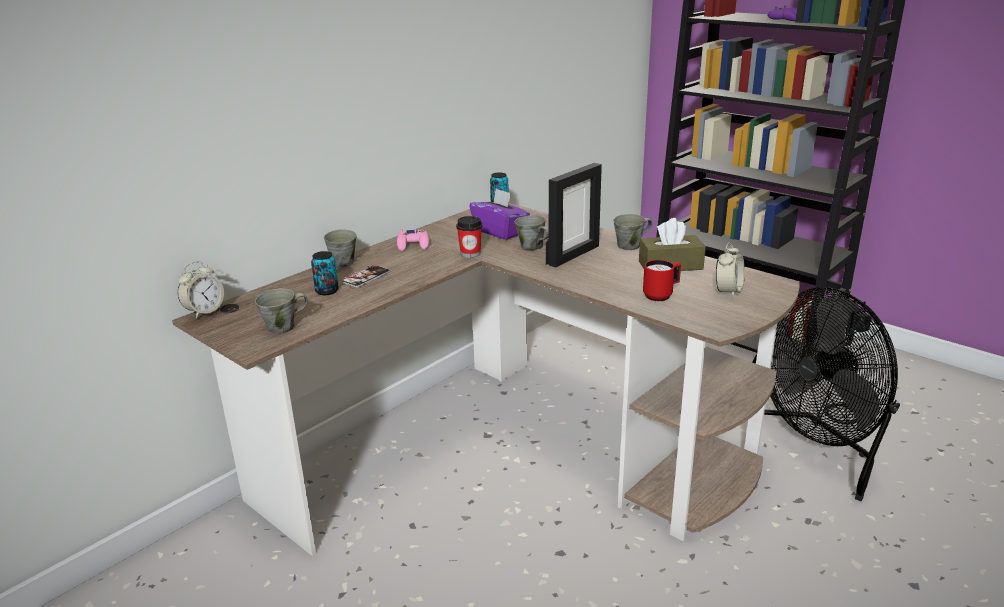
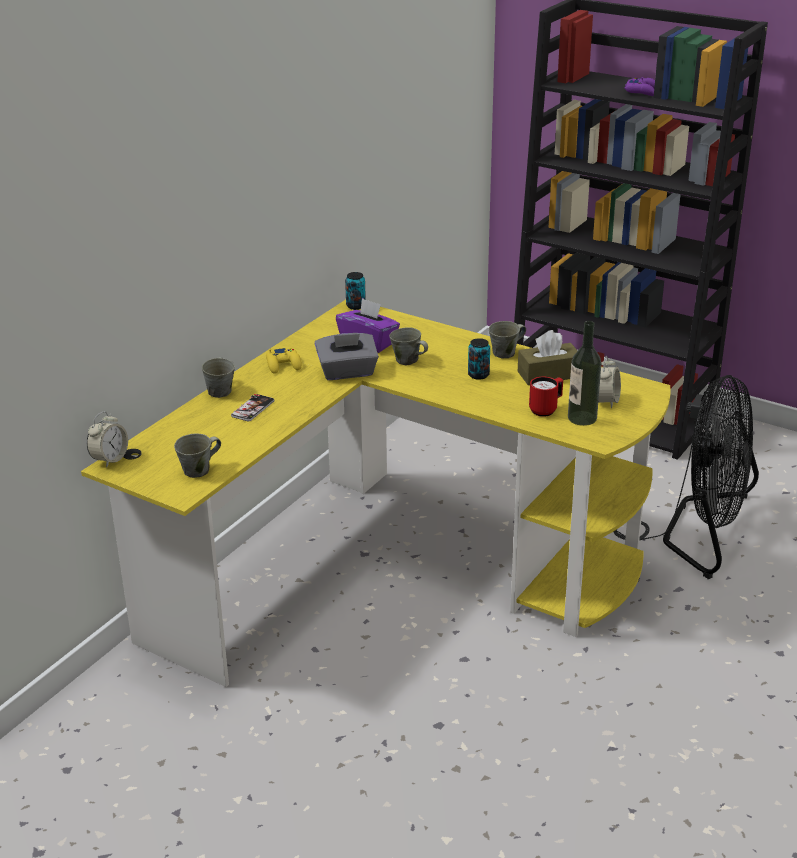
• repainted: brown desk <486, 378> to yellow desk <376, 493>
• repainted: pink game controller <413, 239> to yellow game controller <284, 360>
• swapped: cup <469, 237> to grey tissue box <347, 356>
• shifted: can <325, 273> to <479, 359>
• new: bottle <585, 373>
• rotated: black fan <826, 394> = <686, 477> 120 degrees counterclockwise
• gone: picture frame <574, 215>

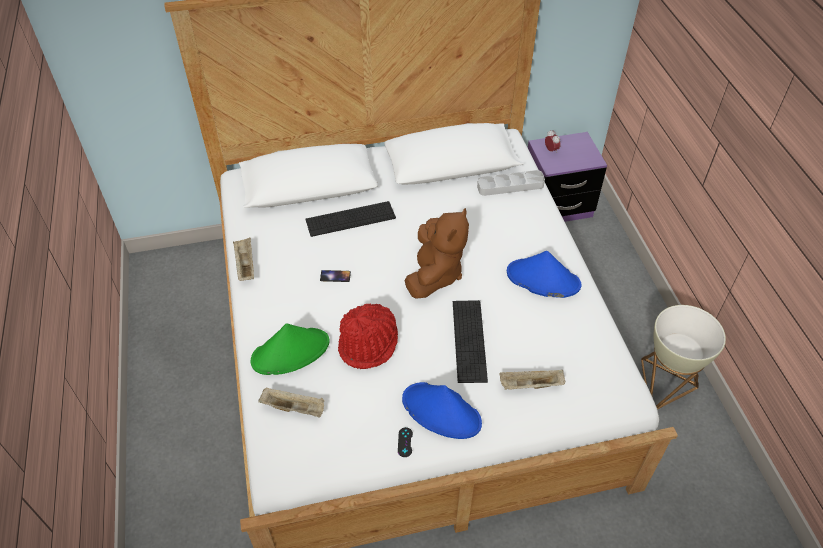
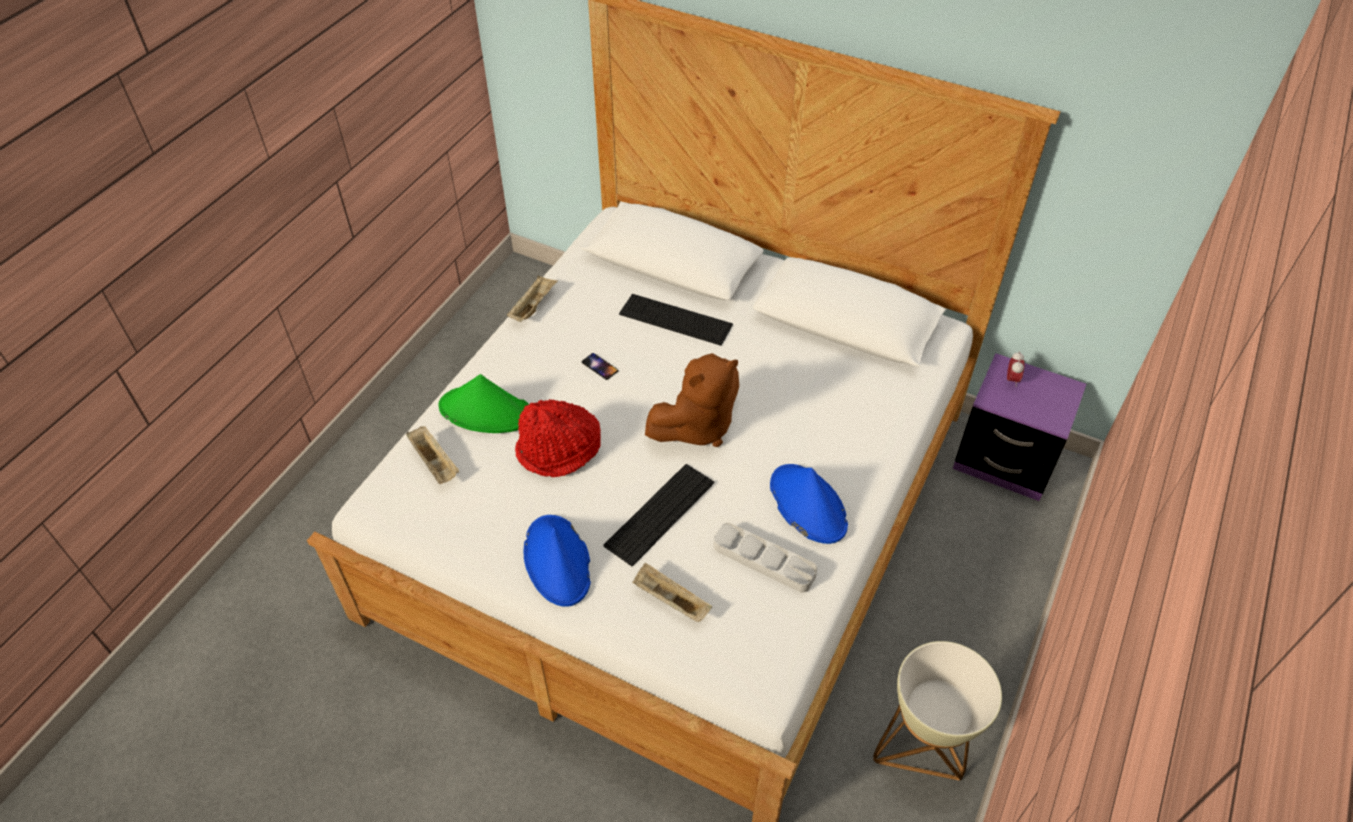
• shifted: grey tray <511, 183> to <765, 558>
• gone: black game controller <405, 442>

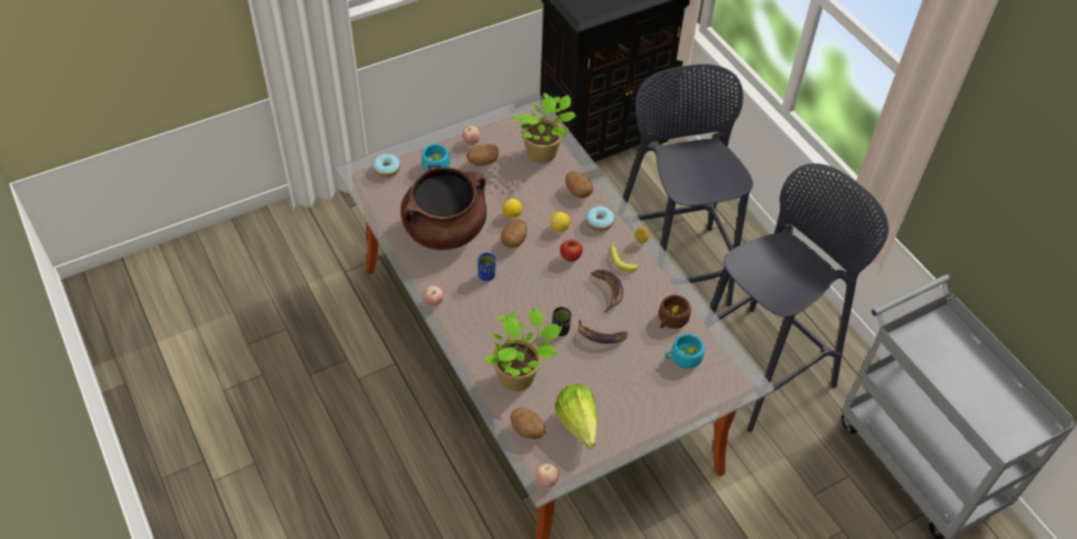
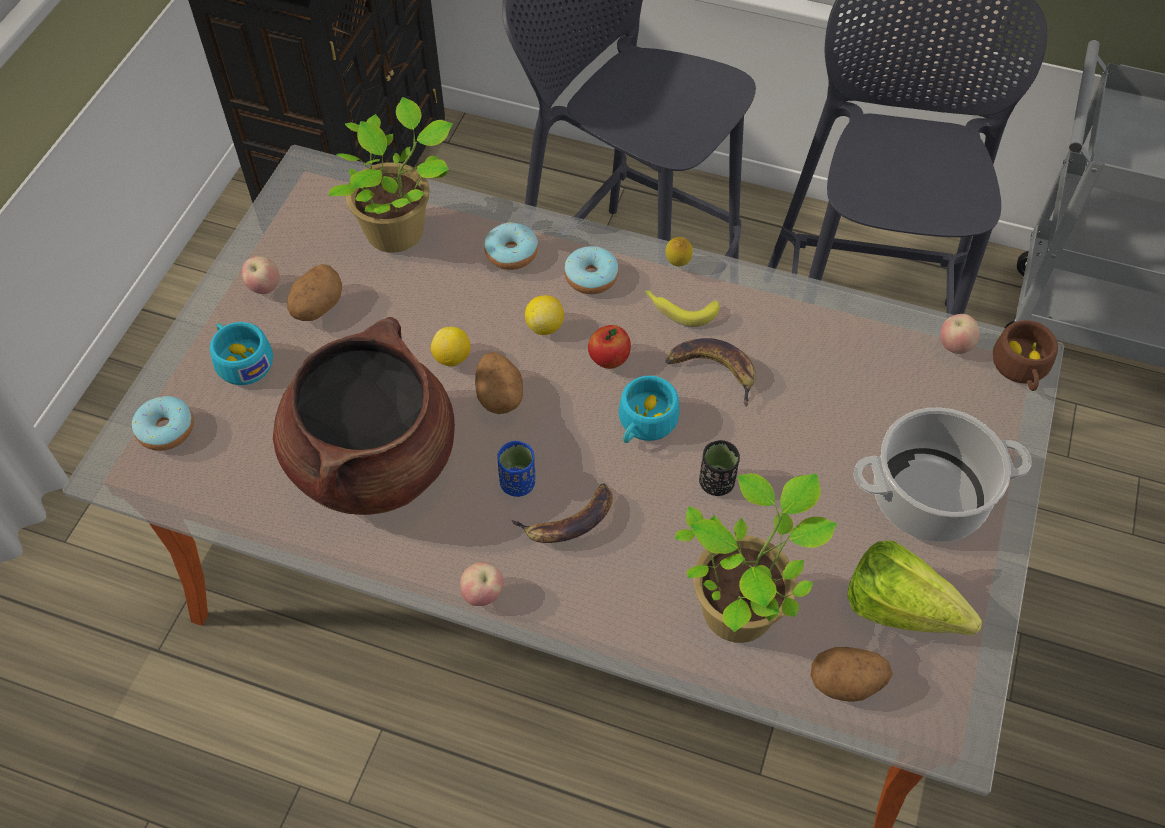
• swapped: potato <579, 185> to donut <511, 246>
• shifted: banana <603, 332> to <562, 513>
• shifted: turquoise cup <684, 351> to <649, 409>
• new: cooking pot <943, 475>
• shifted: apple <547, 475> to <960, 334>
• shifted: brown cup <675, 312> to <1025, 355>

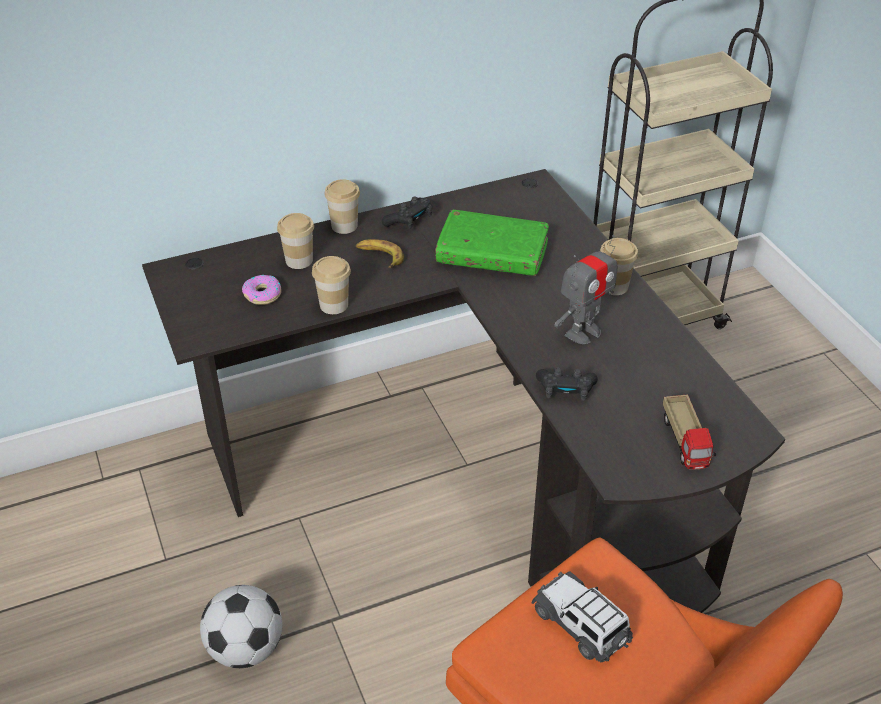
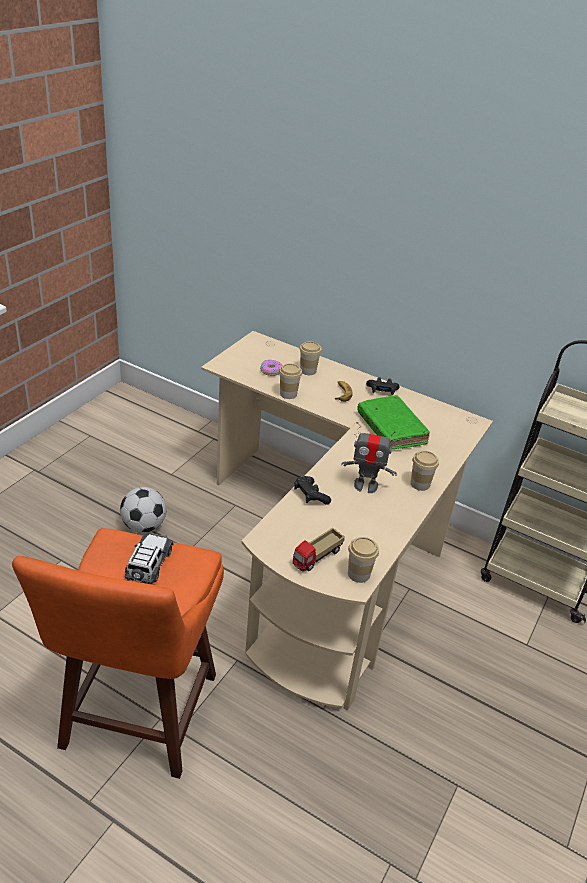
• repainted: black desk <463, 391> to beige desk <347, 521>
• shifted: cup <342, 206> to <363, 560>

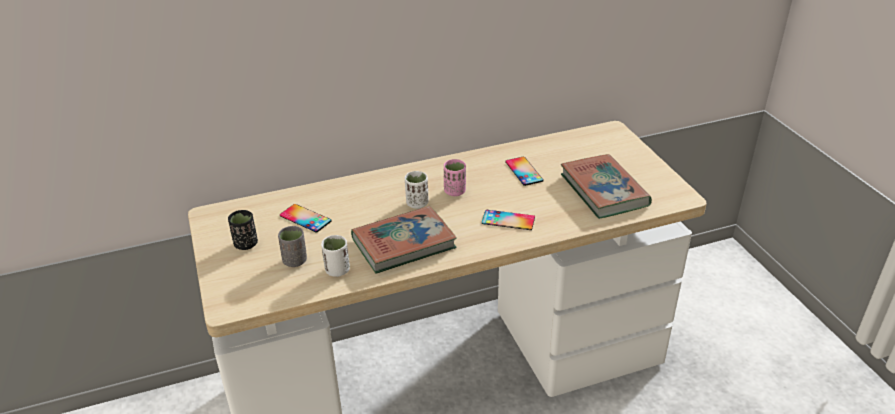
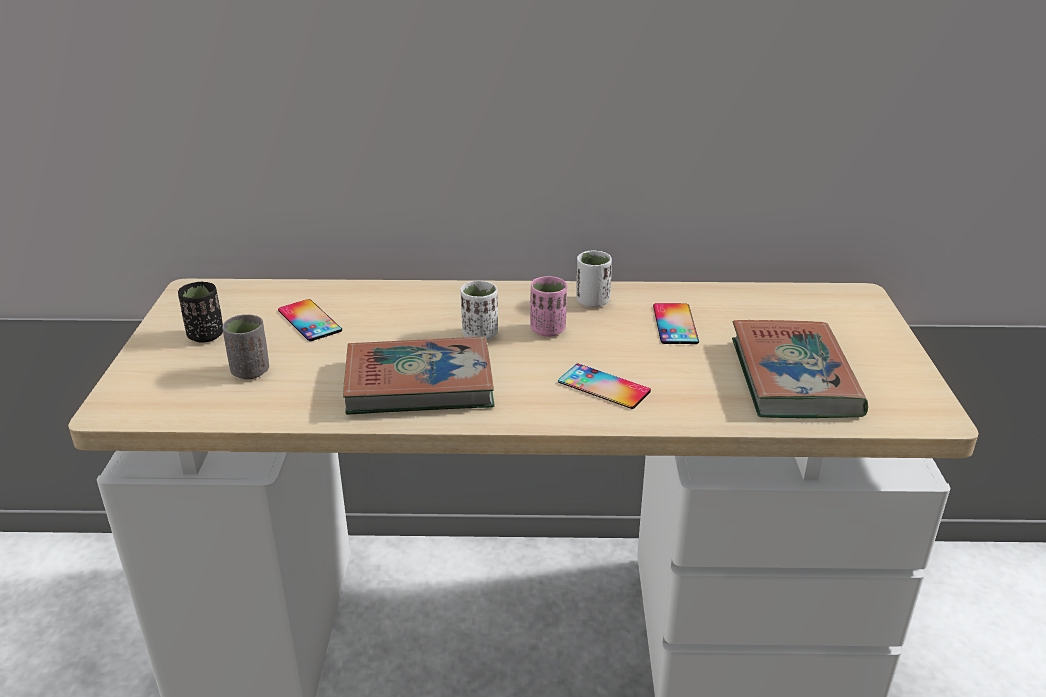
• shifted: white cup <335, 256> to <594, 279>

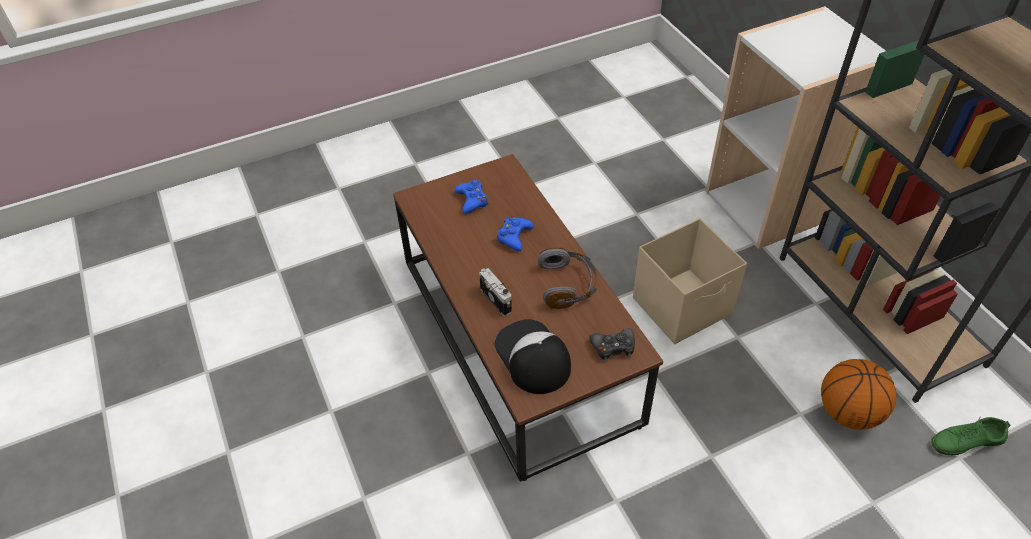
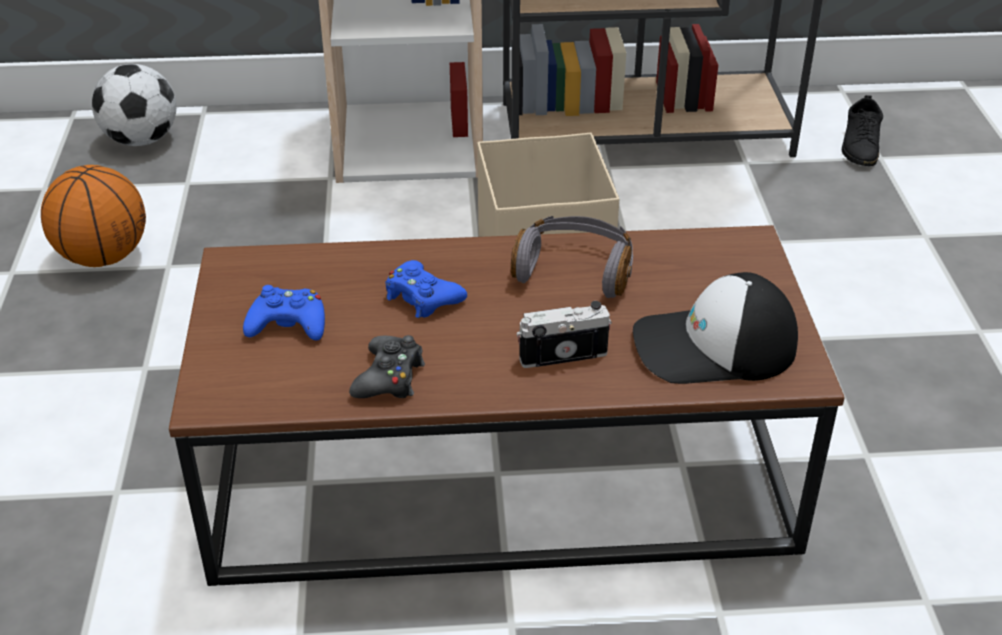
• shifted: basketball <859, 394> to <93, 216>
• new: football <134, 105>
• shifted: black game controller <612, 345> to <387, 366>
• repainted: green shoe <971, 436> to black shoe <862, 130>

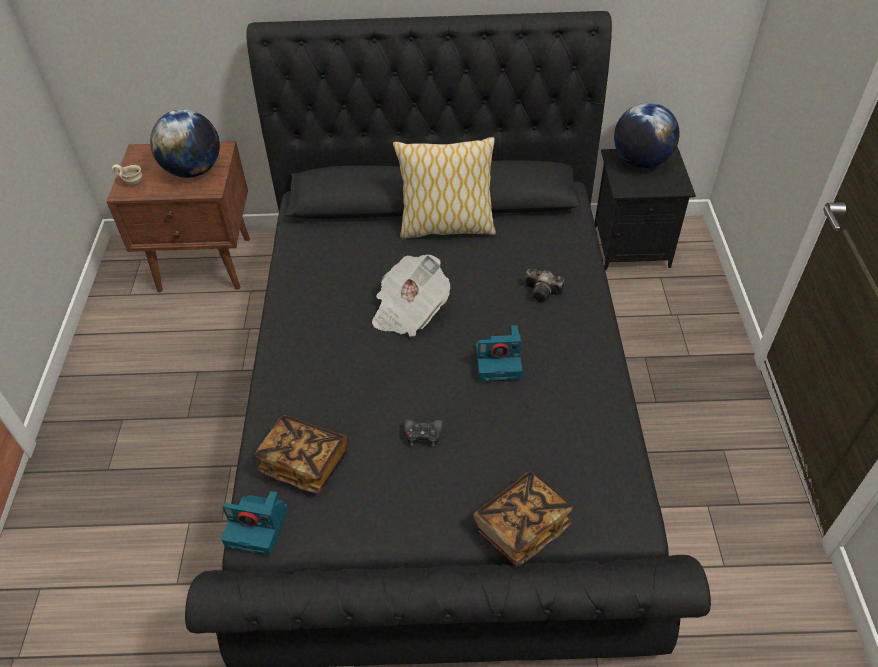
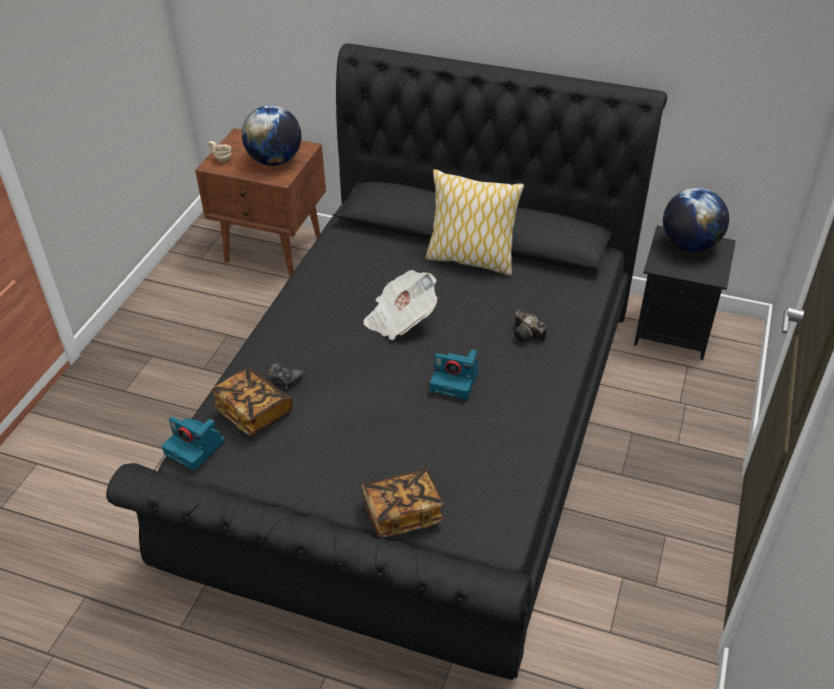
• shifted: black game controller <423, 433> to <286, 376>

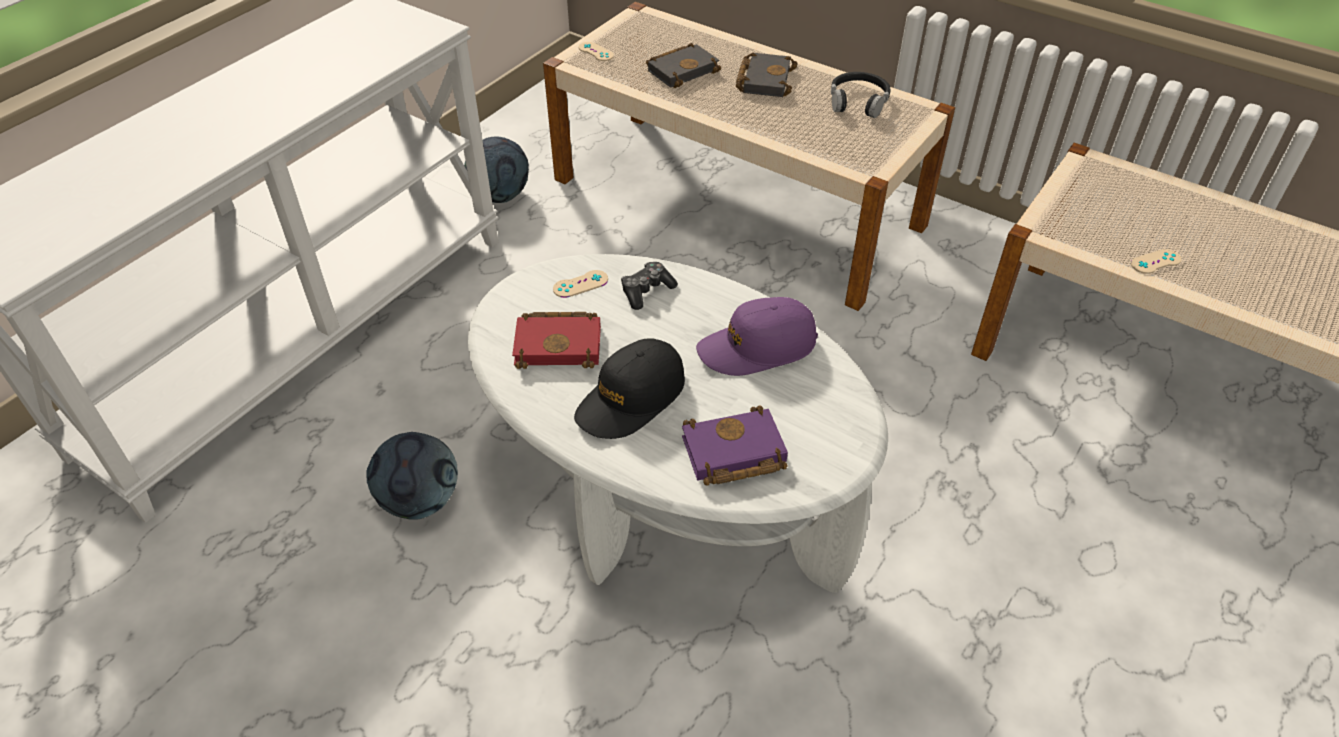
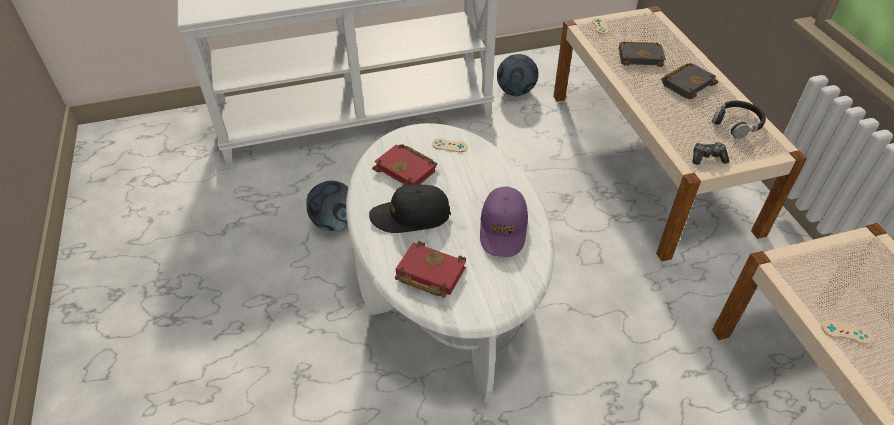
• repainted: purple book <735, 445> to red book <430, 269>
• rotated: purple cap <757, 336> = <504, 221> 105 degrees counterclockwise
• shifted: game controller <649, 286> to <711, 153>

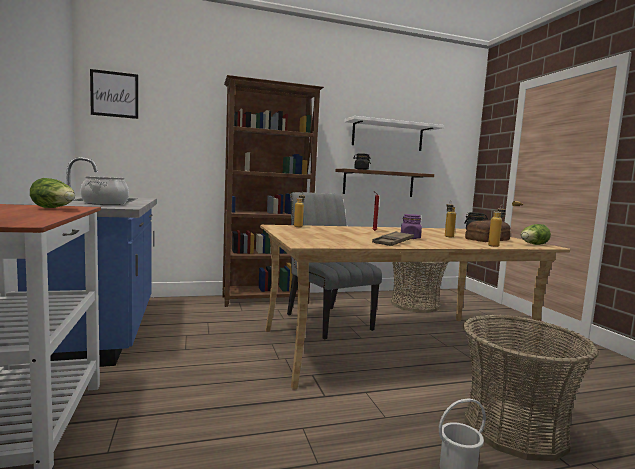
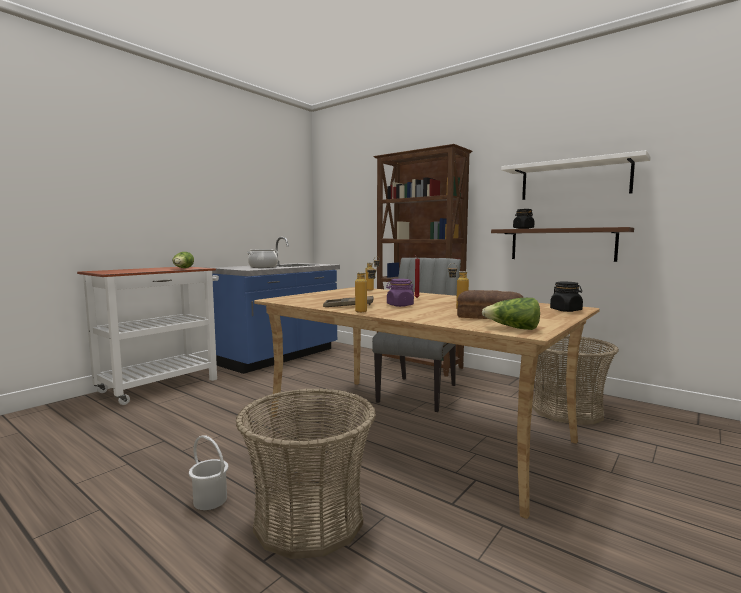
• shifted: bottle <497, 225> to <366, 288>
• gone: picture <114, 94>

